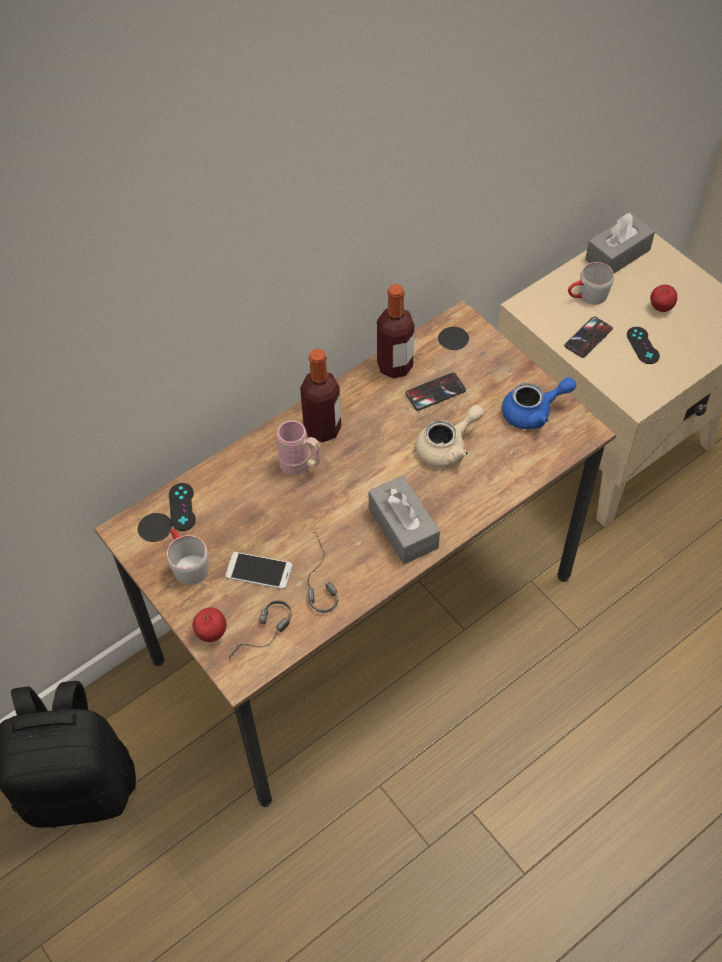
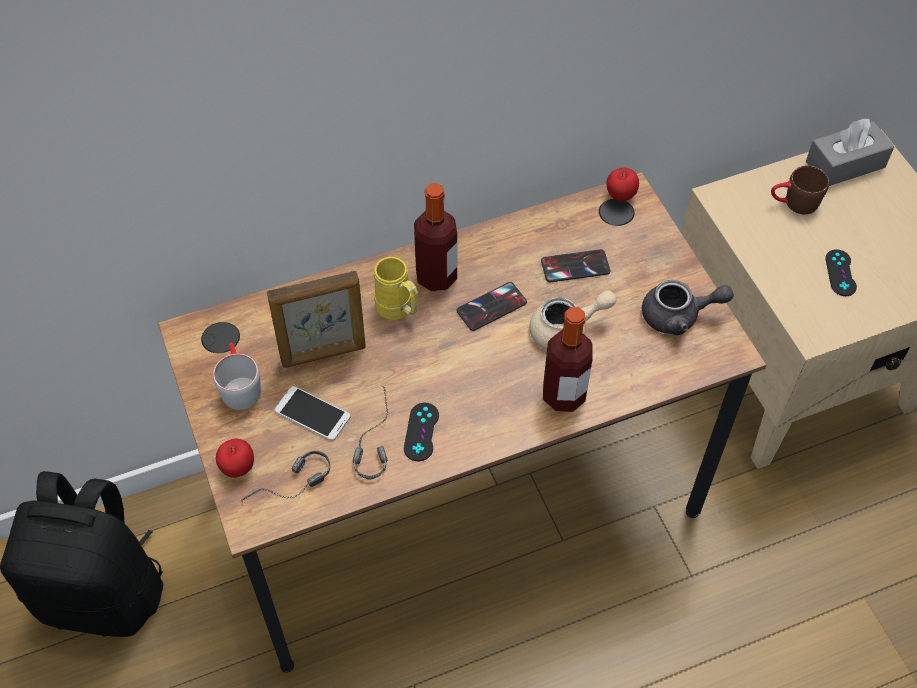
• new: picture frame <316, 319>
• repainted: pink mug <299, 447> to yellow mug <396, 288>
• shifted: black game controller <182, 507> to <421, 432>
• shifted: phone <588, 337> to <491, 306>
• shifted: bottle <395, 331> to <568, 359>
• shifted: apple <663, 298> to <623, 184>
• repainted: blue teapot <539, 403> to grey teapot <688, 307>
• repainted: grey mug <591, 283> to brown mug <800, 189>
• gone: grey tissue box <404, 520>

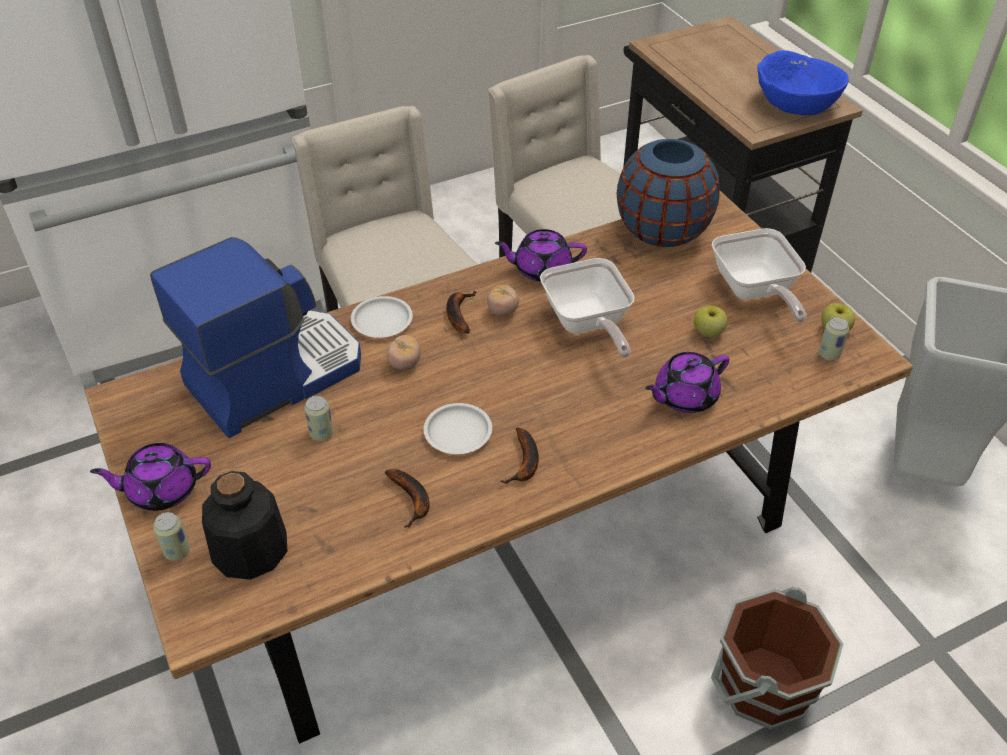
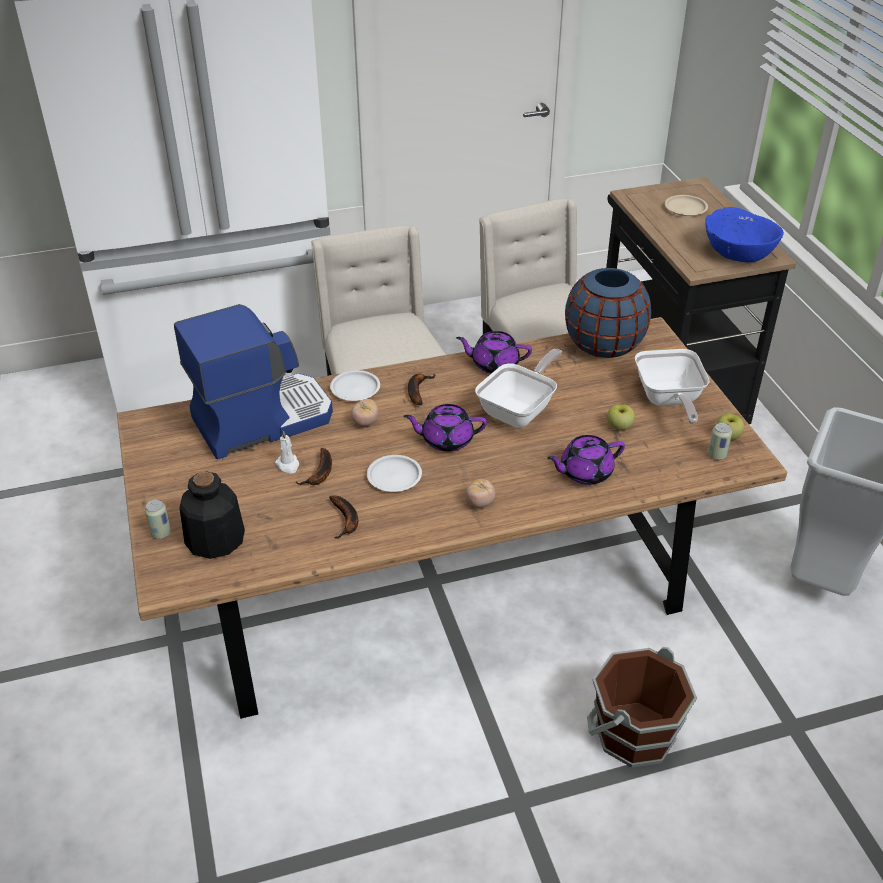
• swapped: can <318, 418> to white candle <287, 452>
• shifted: banana <519, 456> to <313, 466>
• shifted: purple teapot <150, 477> to <445, 428>
• shifted: tomato <503, 300> to <480, 493>
• rotated: frying pan <587, 308> = <518, 388> 135 degrees counterclockwise
• new: beige plate <686, 205>

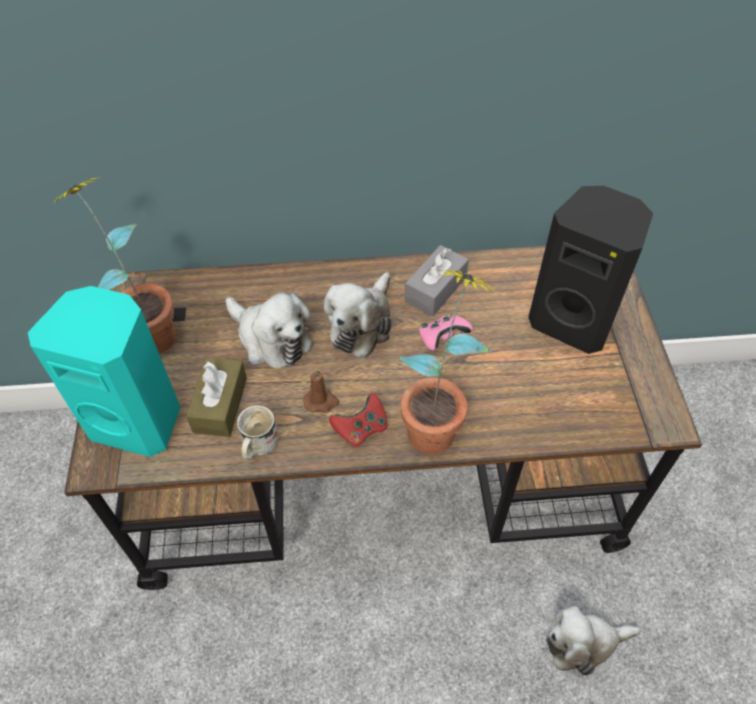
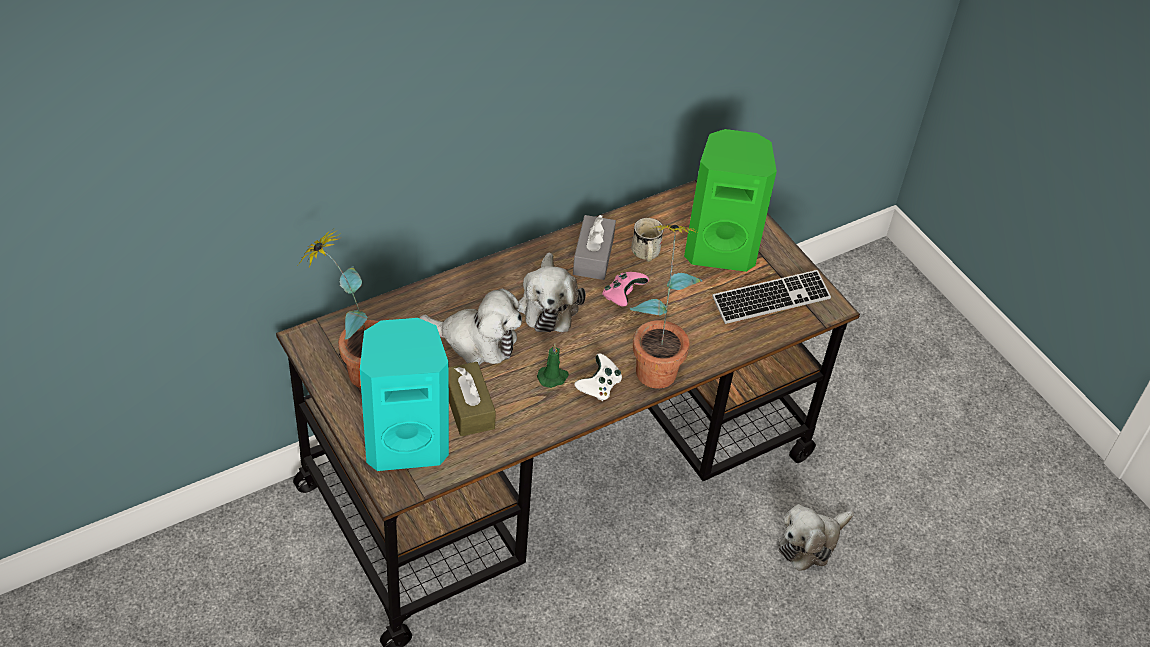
• repainted: brown candle <321, 391> to green candle <553, 366>
• repainted: red game controller <358, 419> to white game controller <598, 377>
• shifted: white mug <257, 432> to <647, 240>
• repainted: black speaker <591, 270> to green speaker <730, 200>
• new: keyboard <771, 297>

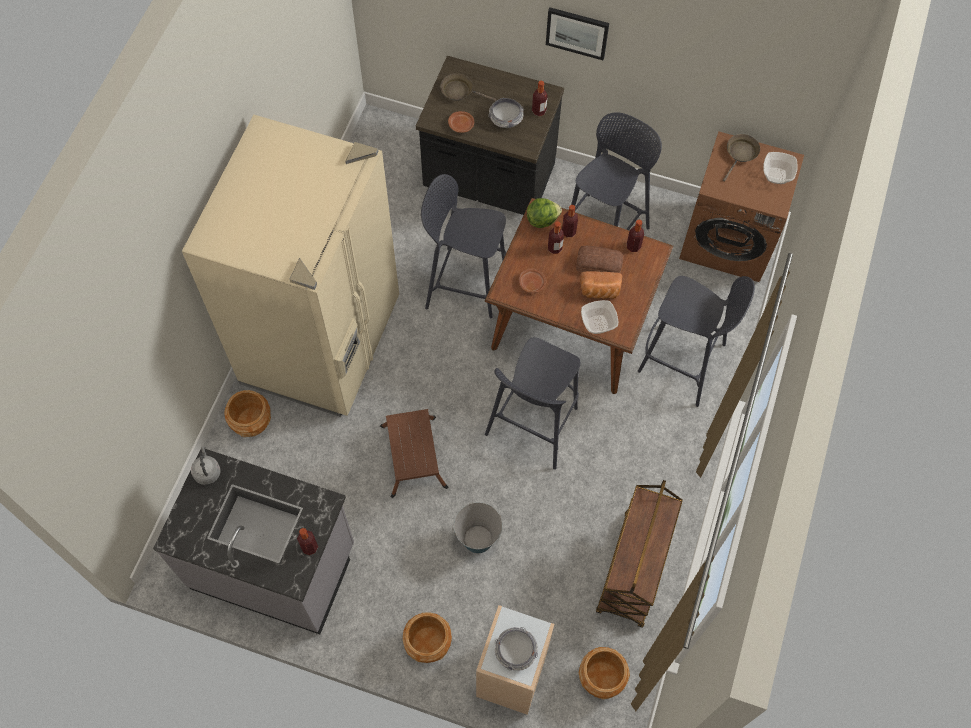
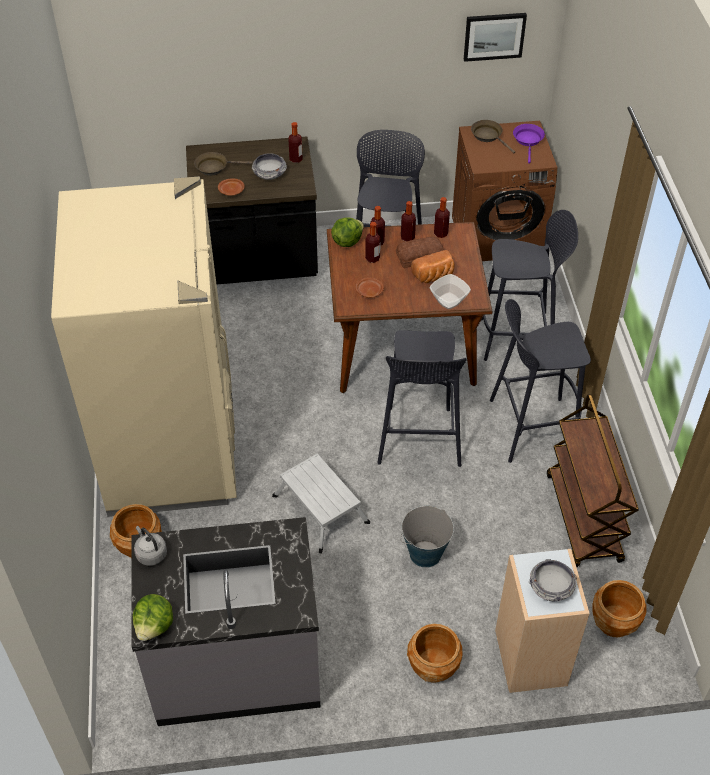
• new: lettuce <153, 617>
• repainted: brown step ladder <414, 453> to white step ladder <321, 503>
• shifted: bottle <307, 541> to <408, 221>
• shifted: picture <577, 33> to <495, 37>
• rotated: brown frying pan <741, 158> = <493, 136> 45 degrees counterclockwise
• shifted: grey stool <463, 246> to <540, 381>
• swapped: bowl <780, 168> to purple frying pan <529, 143>

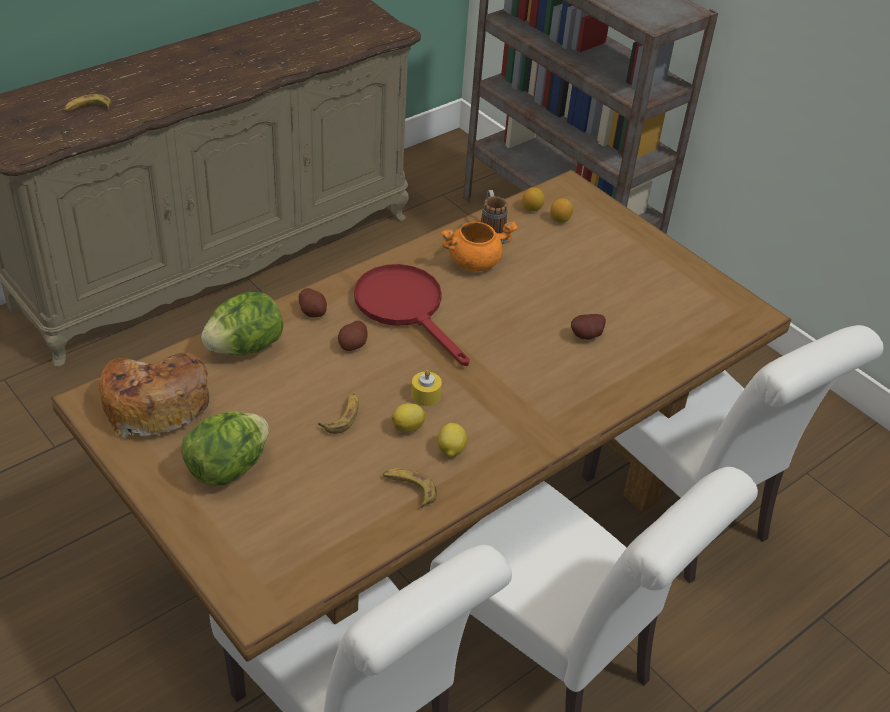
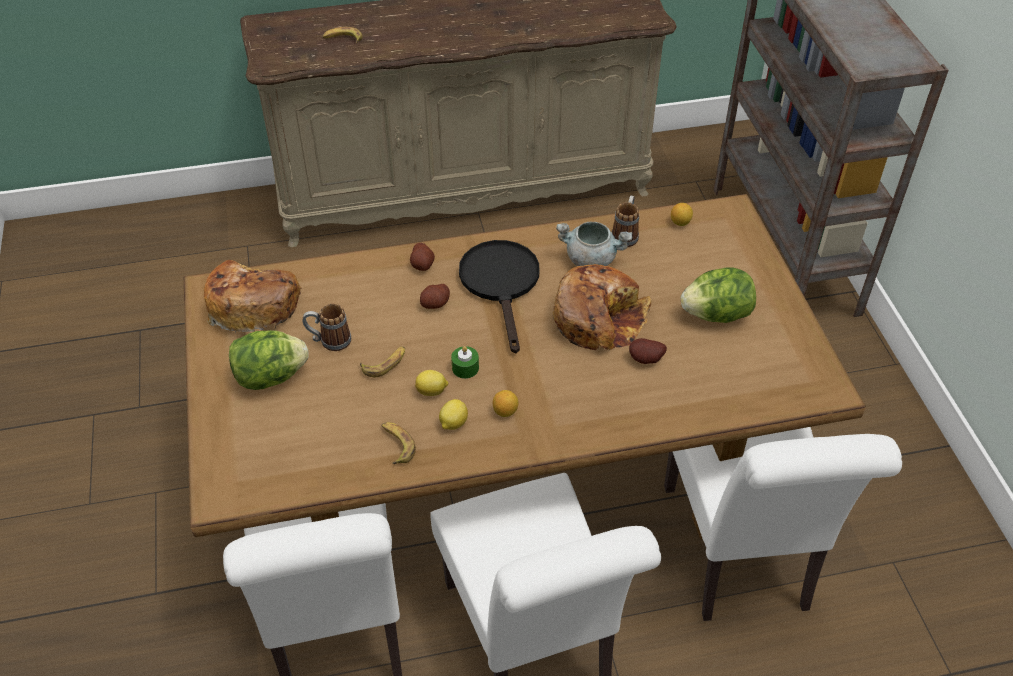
• new: mug <327, 327>
• repainted: yellow candle <426, 388> to green candle <465, 362>
• repainted: red frying pan <412, 315> to black frying pan <499, 296>
• shifted: lemon <561, 210> to <505, 403>
• new: bread <602, 307>
• repainted: orange cooking pot <479, 247> to grey cooking pot <594, 244>
• shifted: lettuce <242, 324> to <718, 295>

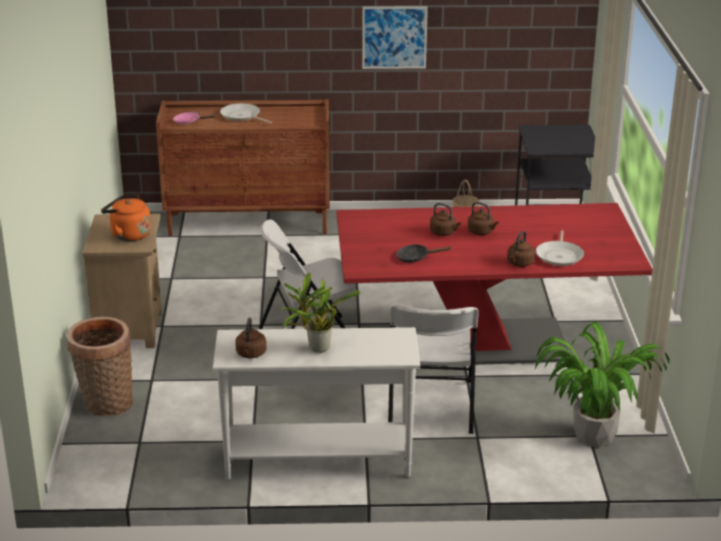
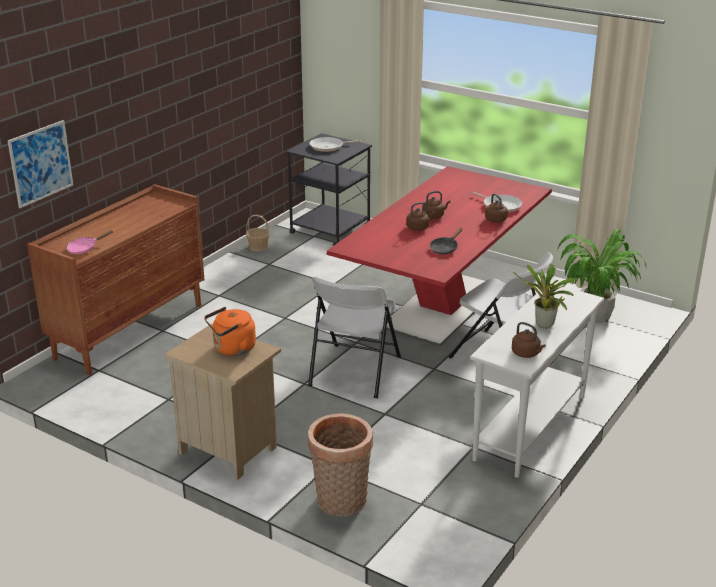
• shifted: picture <395, 37> to <40, 164>
• shifted: frying pan <246, 113> to <335, 144>

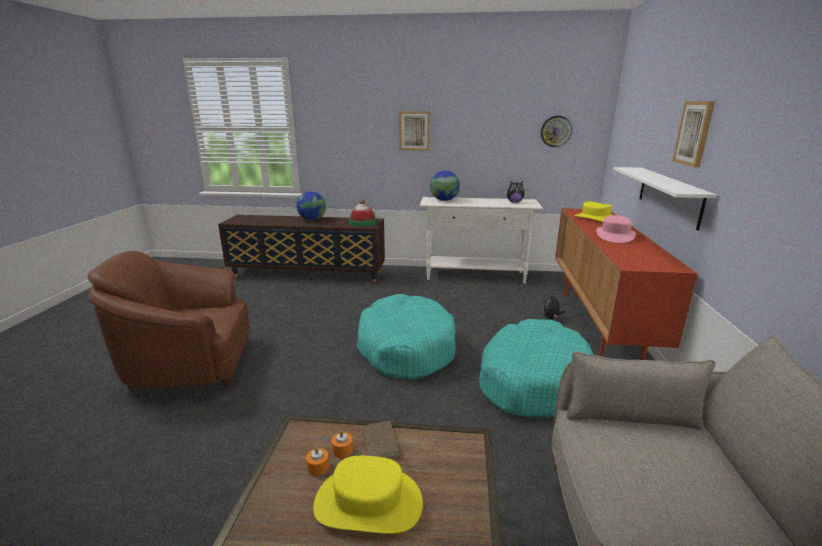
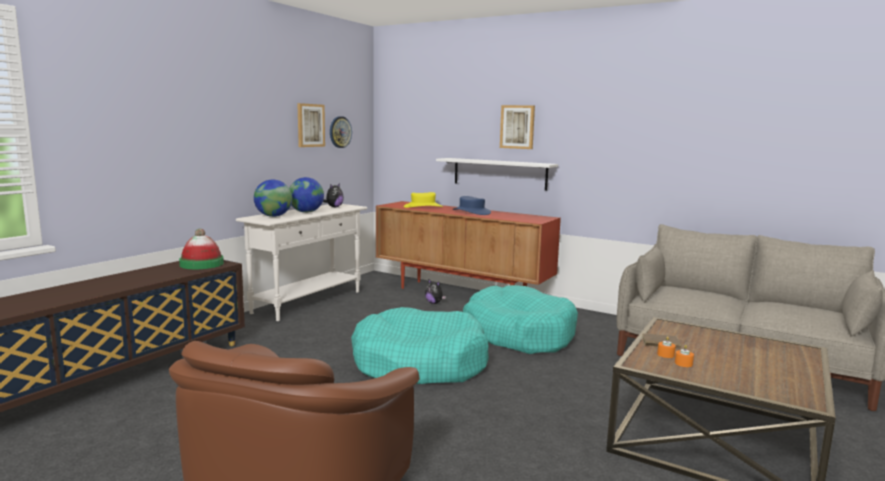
• shifted: globe <311, 206> to <306, 195>
• shifted: picture <414, 131> to <311, 125>
• repainted: pink hat <616, 229> to blue hat <472, 205>
• gone: yellow hat <368, 495>

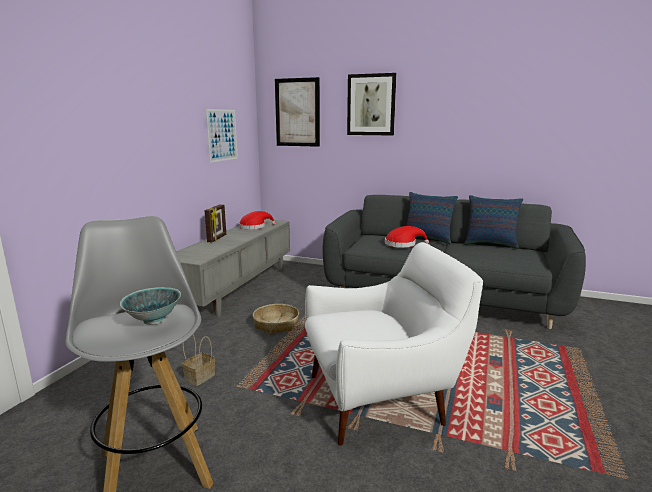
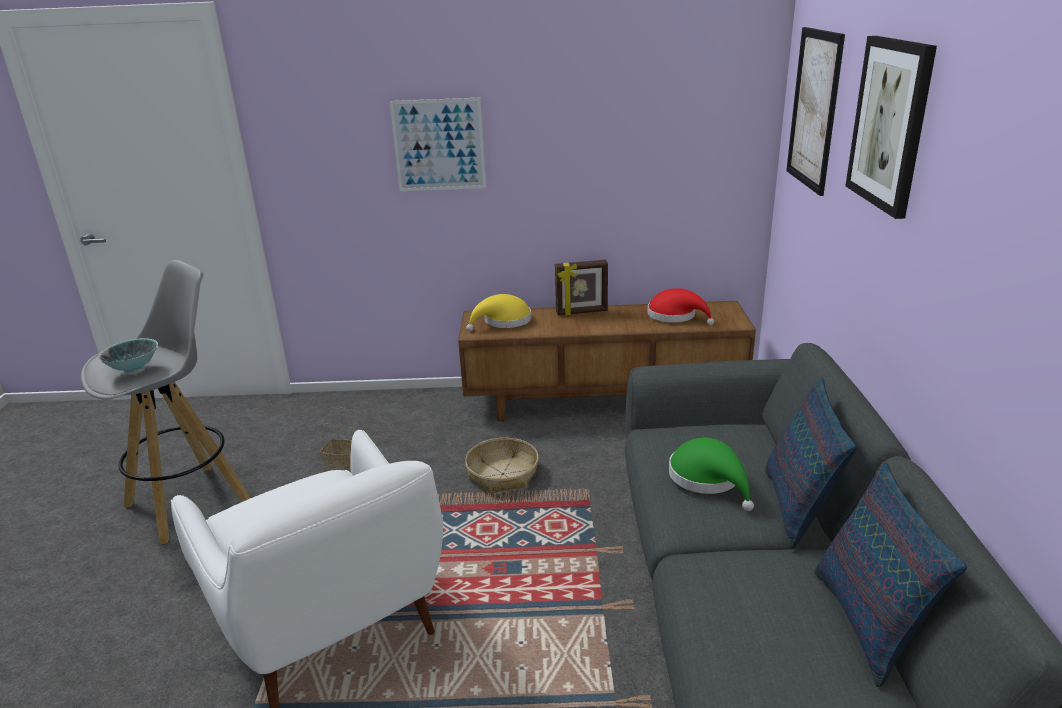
• shifted: picture <222, 136> to <437, 144>
• repainted: grey tv stand <233, 268> to brown tv stand <607, 361>
• new: yellow hat <498, 312>
• repainted: red hat <407, 237> to green hat <711, 474>

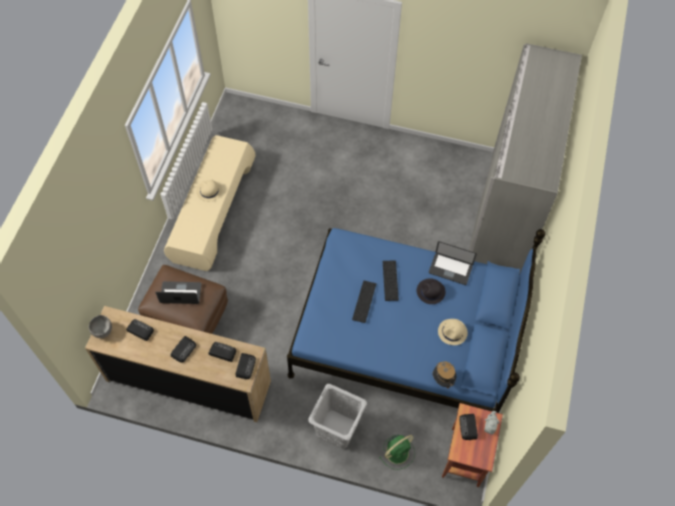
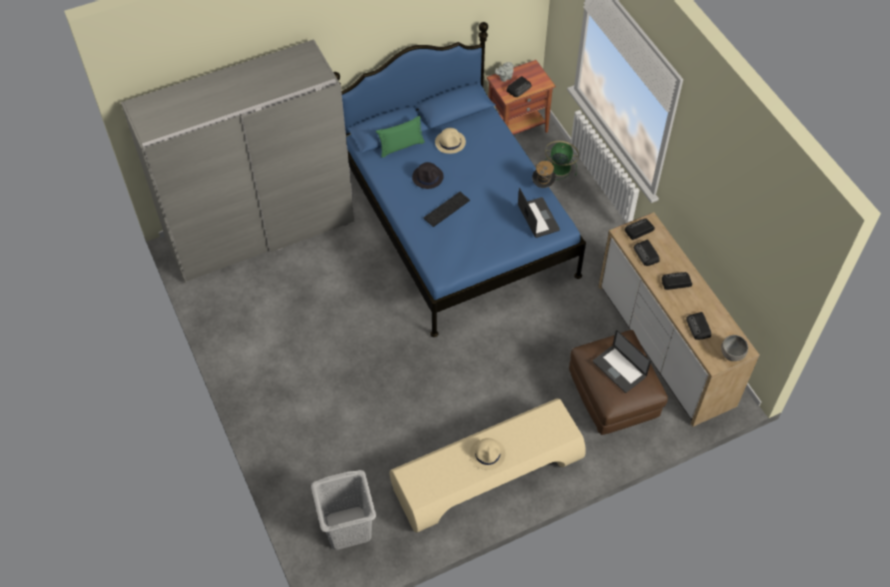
• shifted: grey laundry basket <337, 416> to <343, 510>
• new: green pillow <400, 137>
• shifted: laptop <453, 263> to <539, 212>
• shifted: hat <444, 374> to <544, 174>
• gone: keyboard <364, 302>

